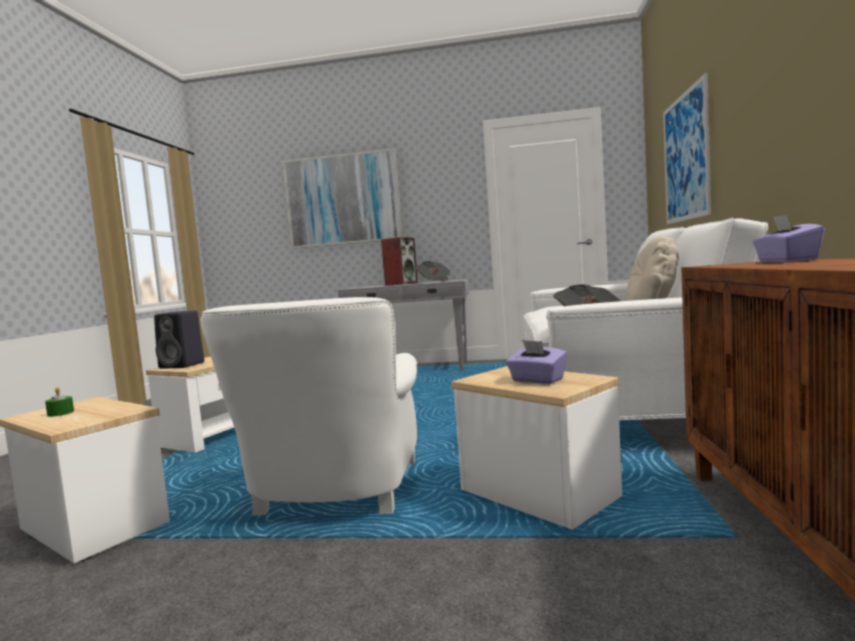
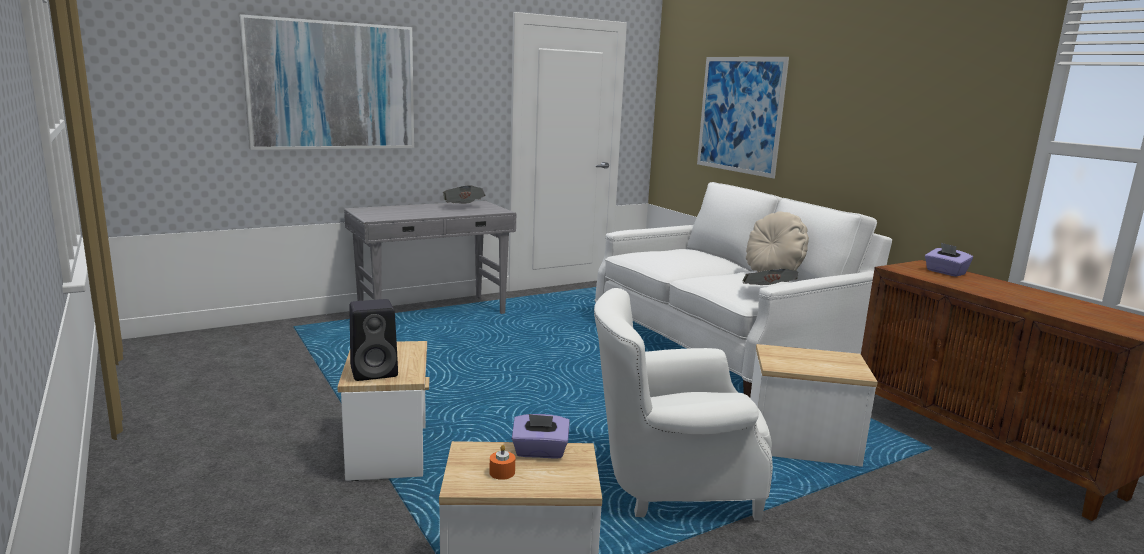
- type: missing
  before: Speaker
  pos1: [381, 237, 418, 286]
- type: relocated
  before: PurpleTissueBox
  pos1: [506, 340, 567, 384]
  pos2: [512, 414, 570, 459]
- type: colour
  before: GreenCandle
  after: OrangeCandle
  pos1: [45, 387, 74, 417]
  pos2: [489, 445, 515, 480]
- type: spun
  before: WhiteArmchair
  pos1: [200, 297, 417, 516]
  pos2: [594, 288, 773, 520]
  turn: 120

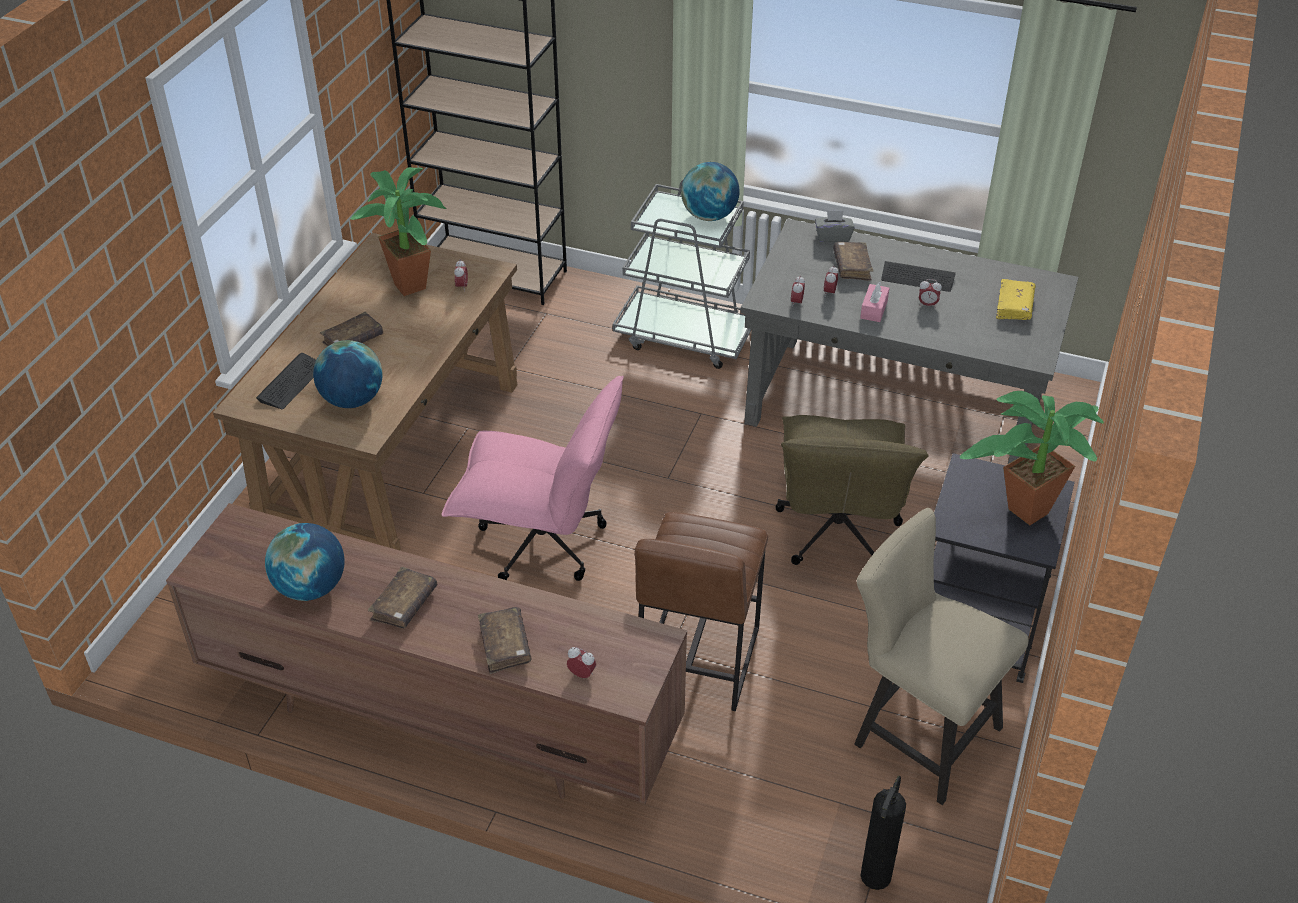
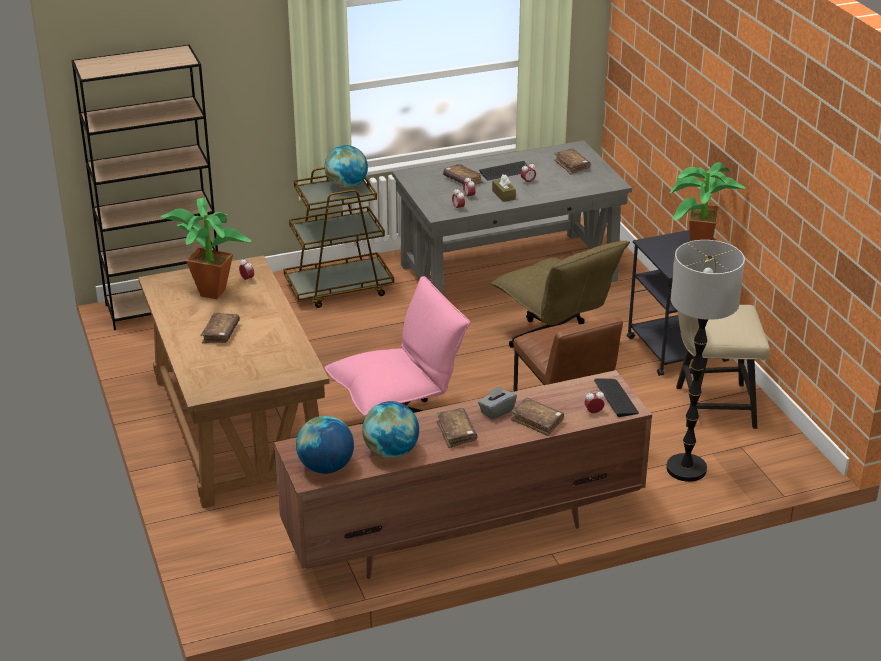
- type: missing
  before: FireExtinguisher
  pos1: [861, 776, 906, 890]
- type: appeared
  after: FloorLamp
  pos2: [666, 240, 745, 482]
- type: relocated
  before: Keyboard
  pos1: [256, 353, 316, 409]
  pos2: [594, 378, 639, 417]
- type: relocated
  before: Globe
  pos1: [313, 340, 383, 408]
  pos2: [296, 416, 354, 474]
- type: relocated
  before: GreyTissueBox
  pos1: [815, 210, 855, 242]
  pos2: [478, 385, 517, 420]
- type: colour
  before: GreyCart
  after: BrownCart
  pos1: [613, 179, 752, 369]
  pos2: [284, 167, 394, 308]
- type: colour
  before: PinkTissueBox
  after: BrownTissueBox
  pos1: [860, 281, 889, 322]
  pos2: [492, 174, 516, 202]
- type: colour
  before: YellowBook
  after: BrownBook
  pos1: [996, 279, 1035, 320]
  pos2: [554, 148, 591, 175]

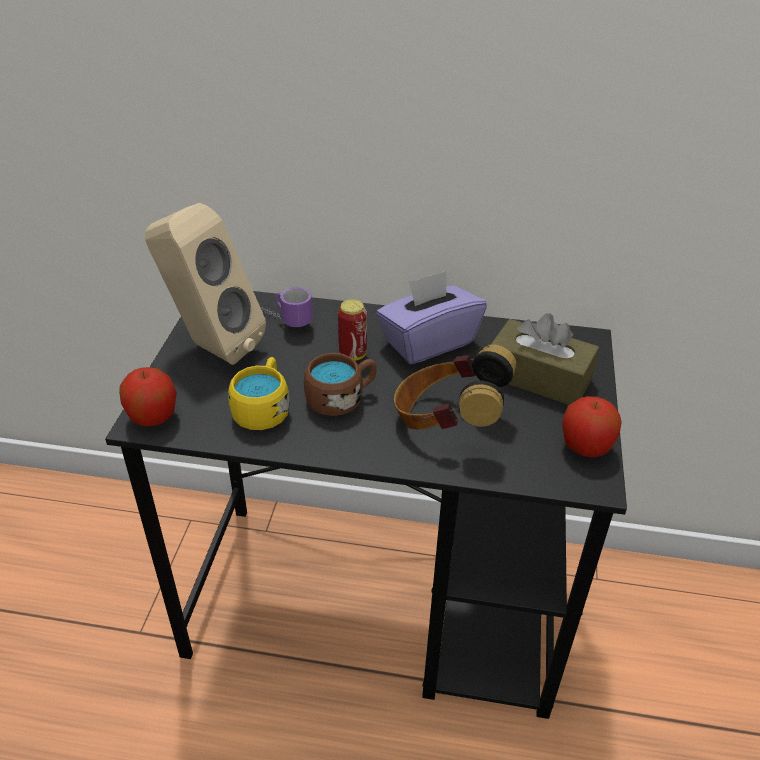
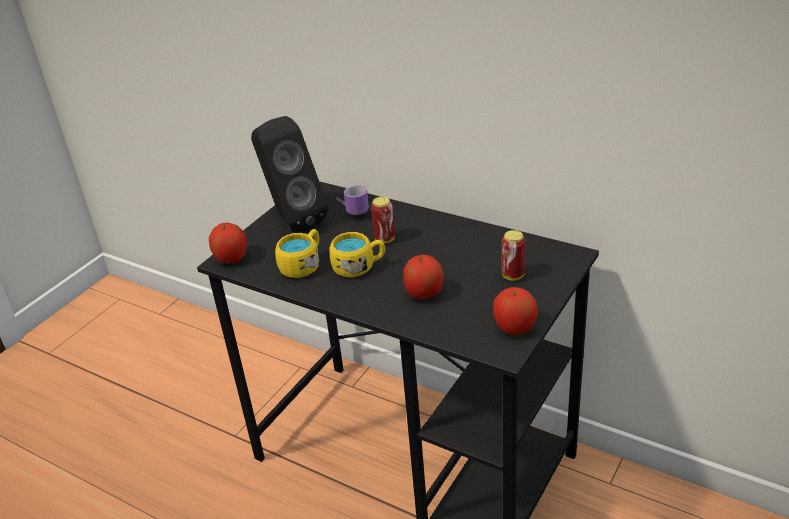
- type: missing
  before: PurpleTissueBox
  pos1: [377, 271, 487, 364]
- type: exchanged
  before: Headphones
  after: Apple
  pos1: [394, 344, 517, 430]
  pos2: [403, 255, 444, 299]
- type: exchanged
  before: BrownTissueBox
  after: Can
  pos1: [490, 313, 600, 405]
  pos2: [502, 230, 525, 281]
- type: colour
  before: BeigeSpeaker
  after: BlackSpeaker
  pos1: [145, 203, 266, 365]
  pos2: [251, 116, 328, 233]
- type: colour
  before: BrownMug
  after: YellowMug
  pos1: [304, 353, 377, 416]
  pos2: [329, 232, 385, 277]

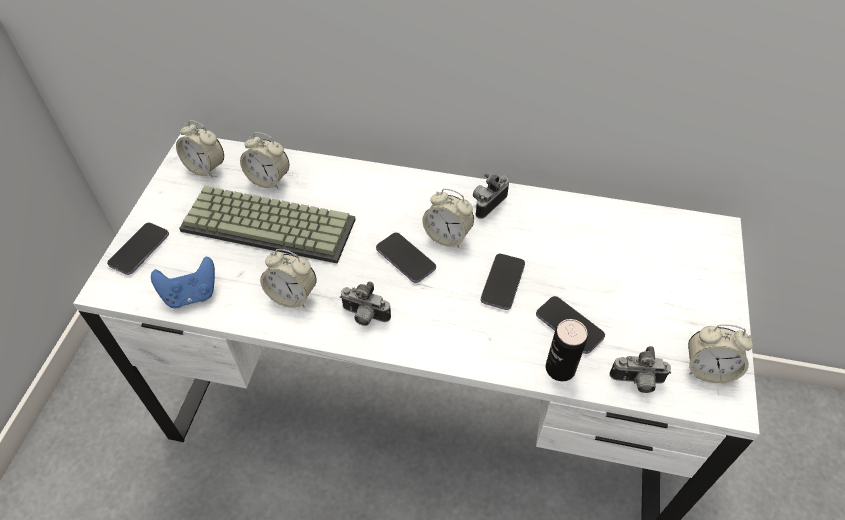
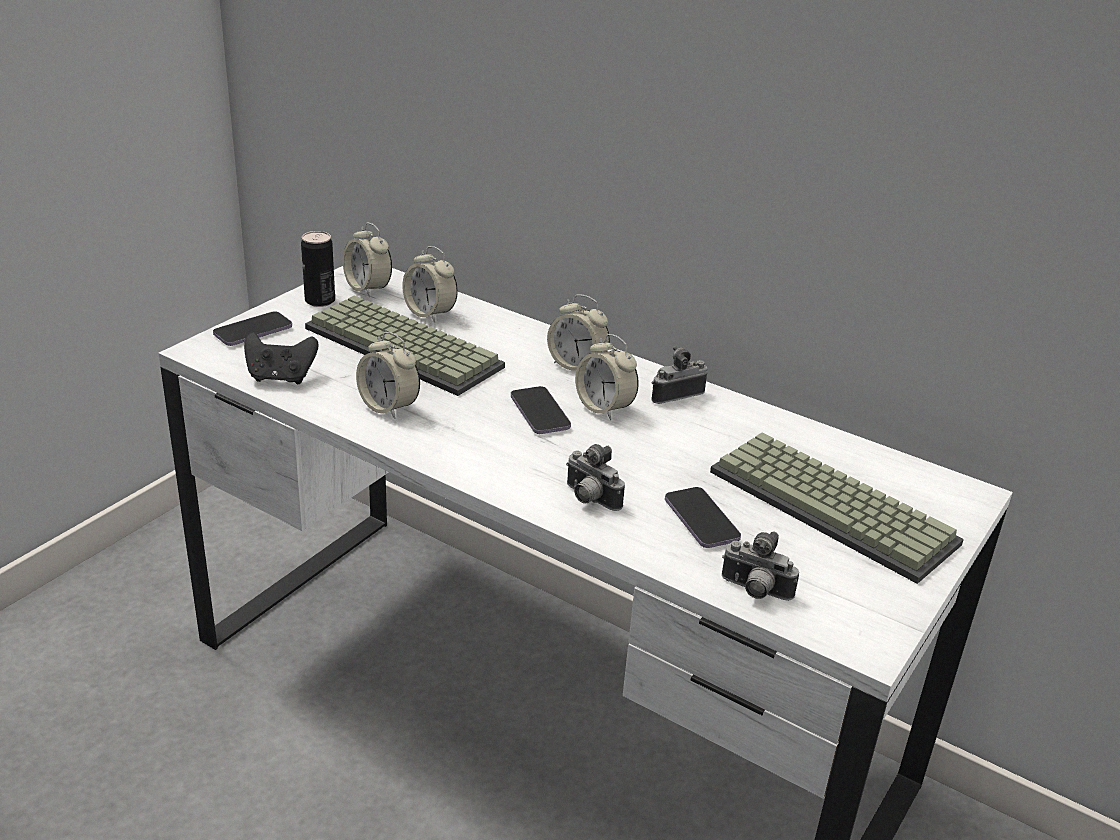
- type: missing
  before: Phone
  pos1: [481, 254, 525, 310]
- type: appeared
  after: Keyboard
  pos2: [710, 433, 964, 584]
- type: relocated
  before: PhotoCamera
  pos1: [340, 282, 391, 326]
  pos2: [566, 444, 625, 511]
- type: relocated
  before: Can
  pos1: [546, 319, 587, 381]
  pos2: [301, 231, 335, 307]
- type: relocated
  before: AlarmClock
  pos1: [688, 324, 753, 383]
  pos2: [547, 294, 610, 371]
- type: colour
  before: BlueGameController
  after: BlackGameController
  pos1: [151, 257, 215, 308]
  pos2: [244, 332, 319, 385]

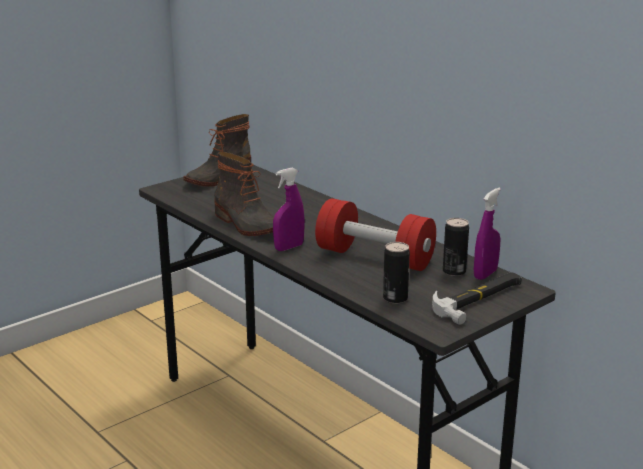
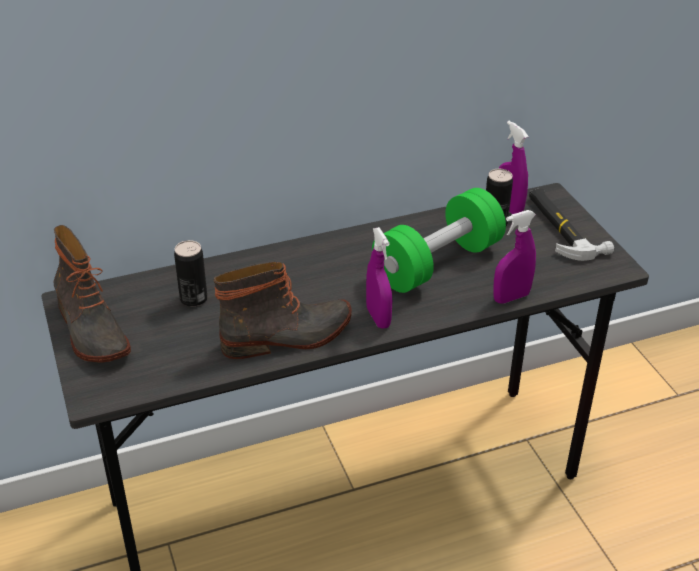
- type: appeared
  after: PurpleSprayBottle
  pos2: [493, 210, 536, 304]
- type: relocated
  before: Can
  pos1: [383, 242, 410, 304]
  pos2: [174, 240, 208, 307]
- type: colour
  before: RedDumbbell
  after: GreenDumbbell
  pos1: [315, 198, 436, 271]
  pos2: [372, 188, 506, 293]

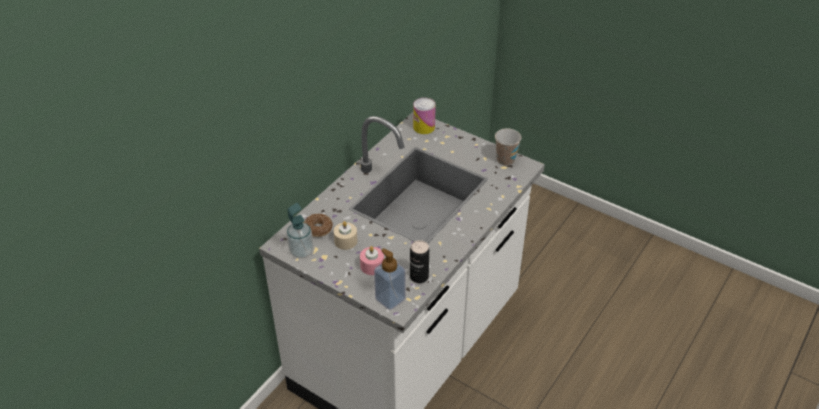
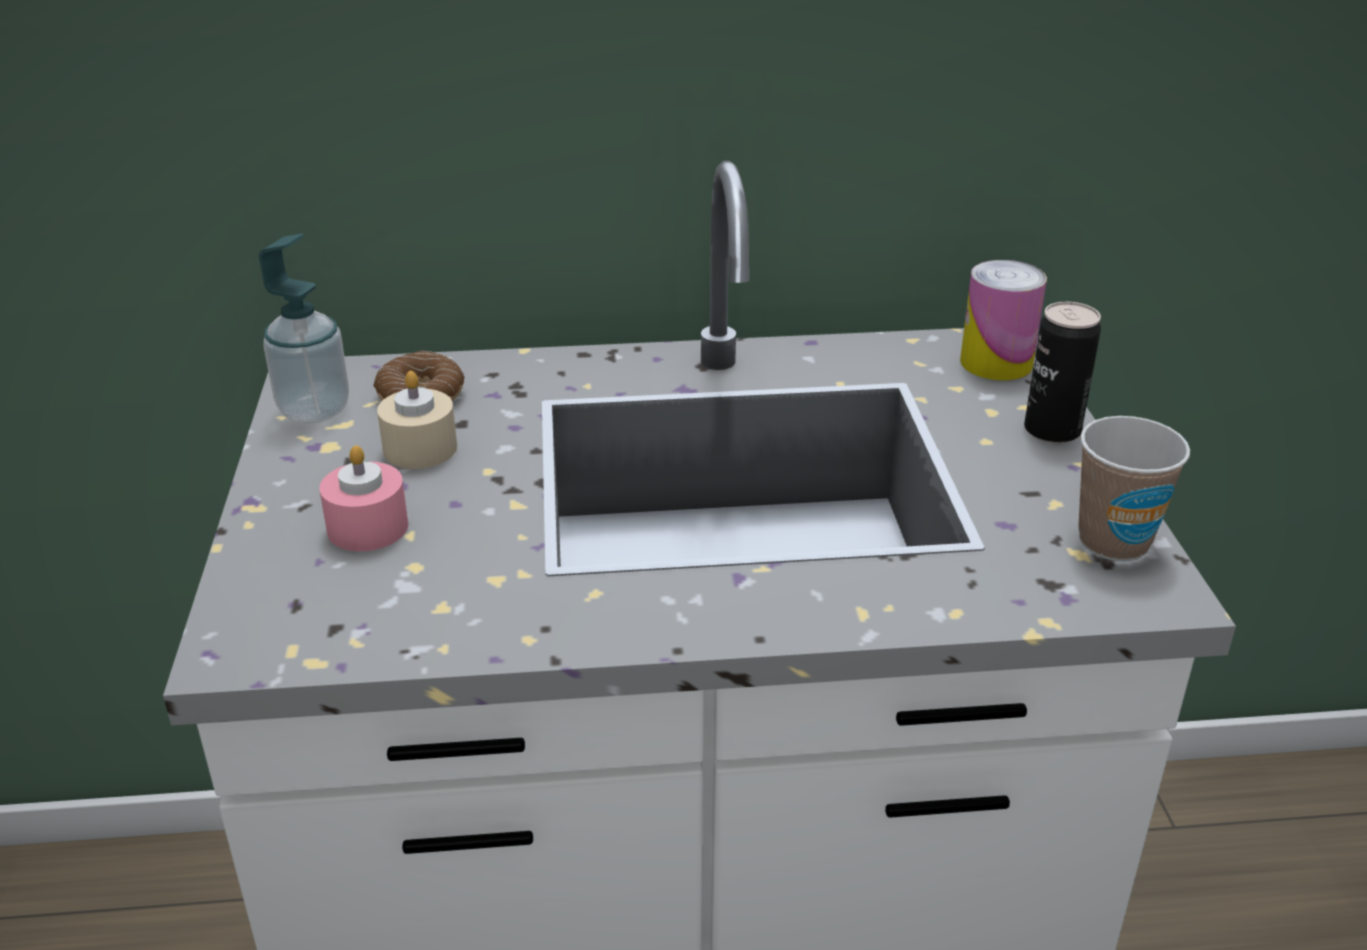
- type: missing
  before: SoapDispenser
  pos1: [374, 248, 405, 310]
- type: relocated
  before: Can
  pos1: [410, 240, 429, 283]
  pos2: [1024, 302, 1101, 443]

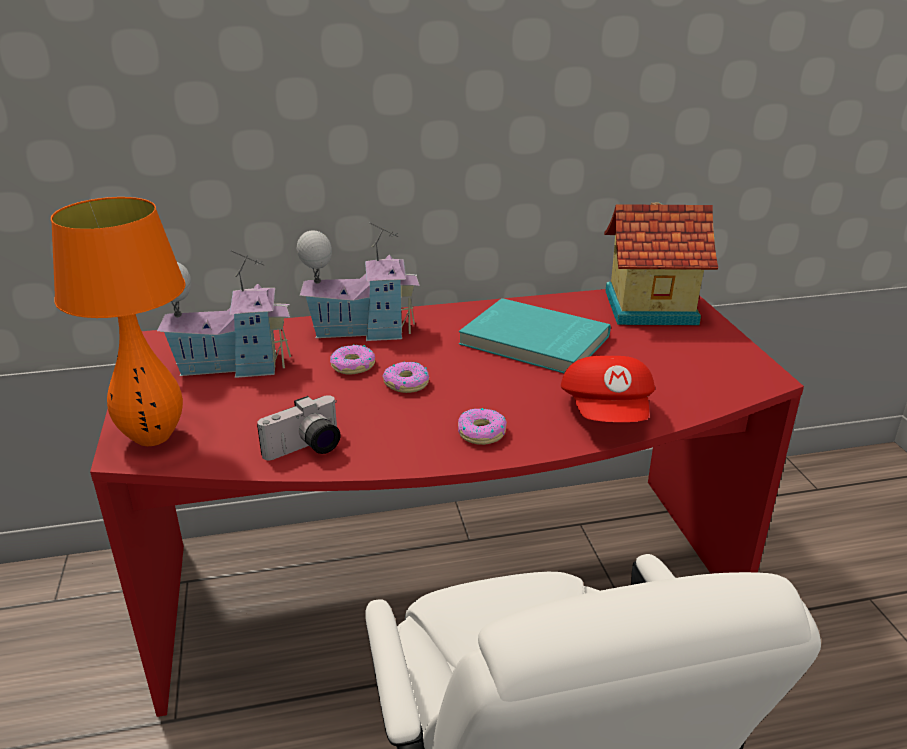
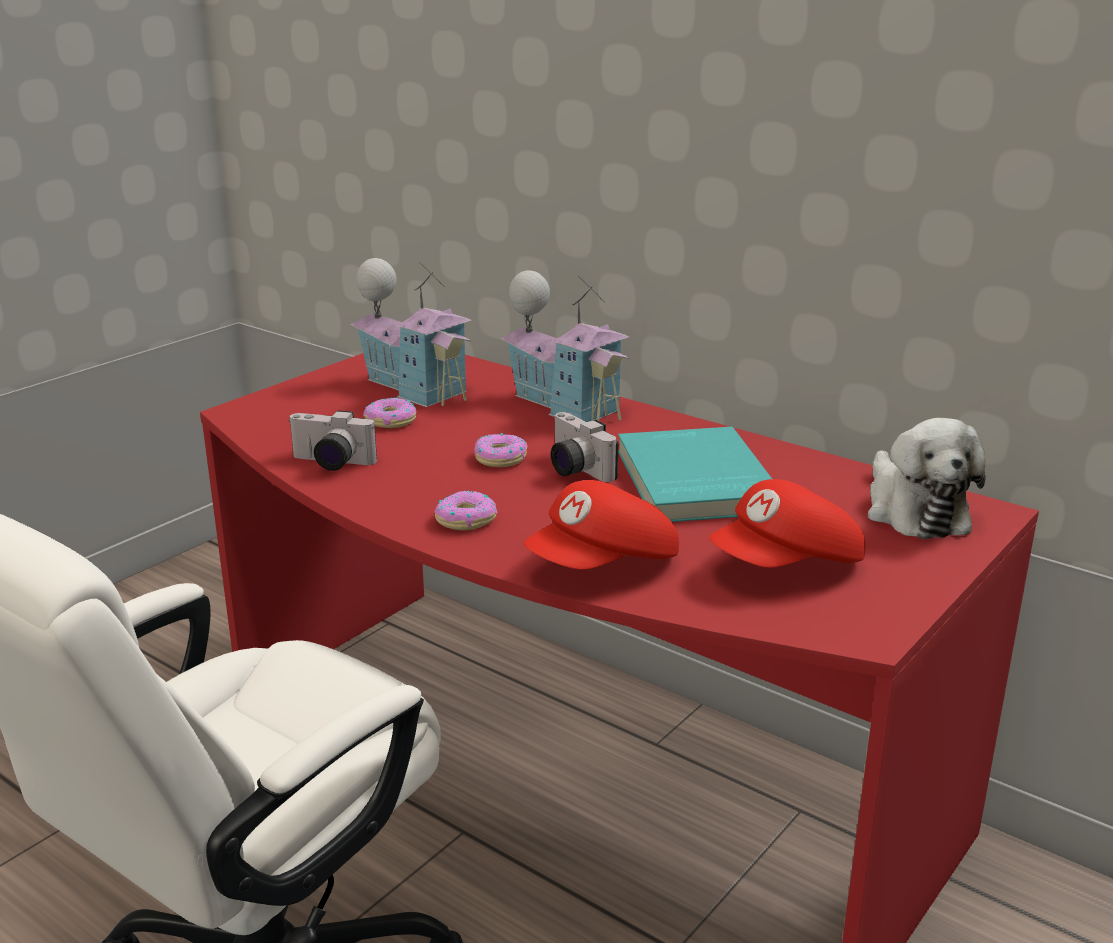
- type: missing
  before: OrangeTableLamp
  pos1: [51, 197, 186, 446]
- type: appeared
  after: PhotoCamera
  pos2: [551, 412, 618, 482]
- type: appeared
  after: RedCap
  pos2: [709, 479, 866, 568]
- type: relocated
  before: Donut
  pos1: [330, 345, 375, 375]
  pos2: [363, 397, 417, 428]
- type: exchanged
  before: ToyHouse
  after: PlushToy
  pos1: [604, 202, 718, 325]
  pos2: [868, 418, 986, 539]

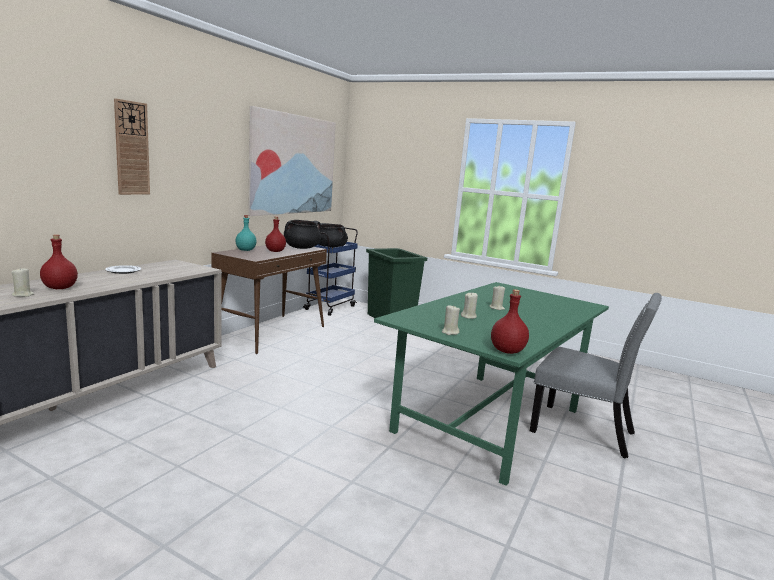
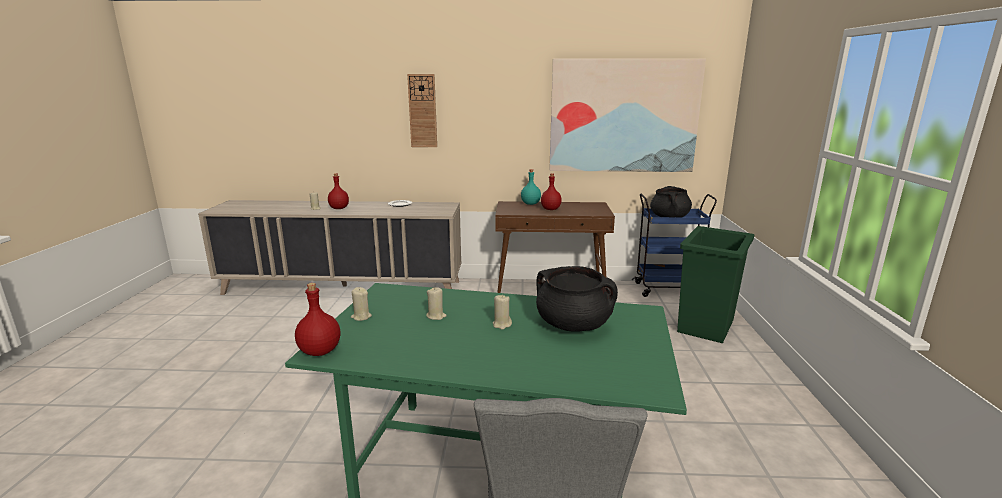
- type: relocated
  before: BlackCookingPot
  pos1: [284, 220, 321, 249]
  pos2: [536, 266, 618, 332]

